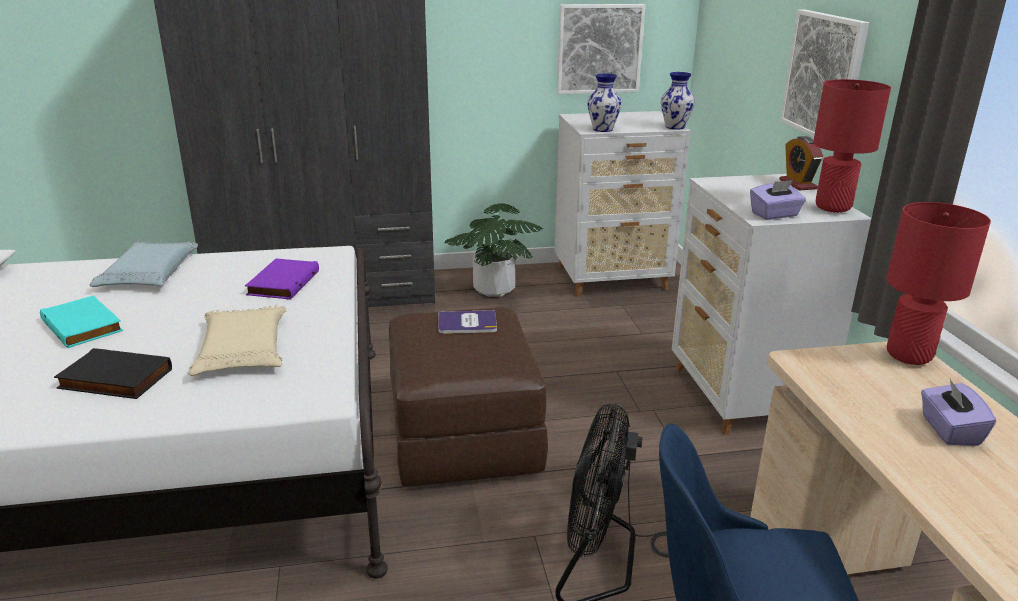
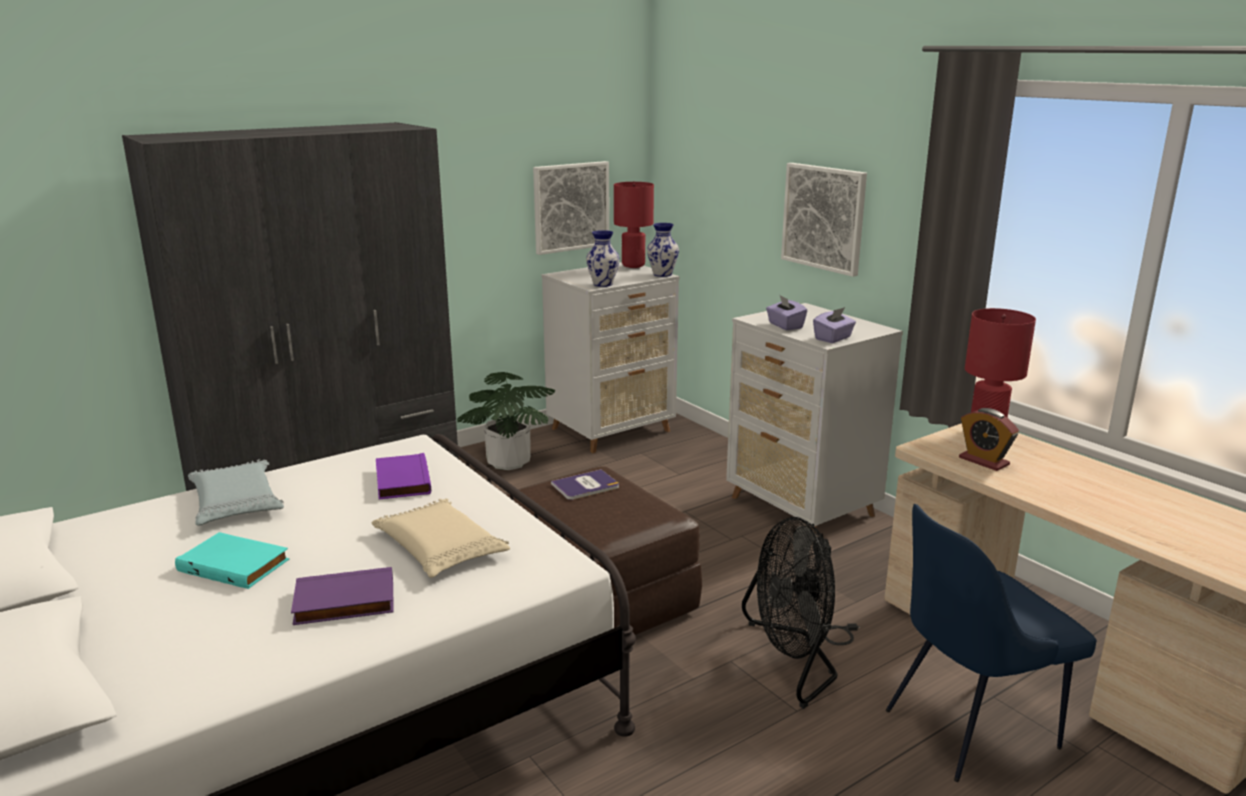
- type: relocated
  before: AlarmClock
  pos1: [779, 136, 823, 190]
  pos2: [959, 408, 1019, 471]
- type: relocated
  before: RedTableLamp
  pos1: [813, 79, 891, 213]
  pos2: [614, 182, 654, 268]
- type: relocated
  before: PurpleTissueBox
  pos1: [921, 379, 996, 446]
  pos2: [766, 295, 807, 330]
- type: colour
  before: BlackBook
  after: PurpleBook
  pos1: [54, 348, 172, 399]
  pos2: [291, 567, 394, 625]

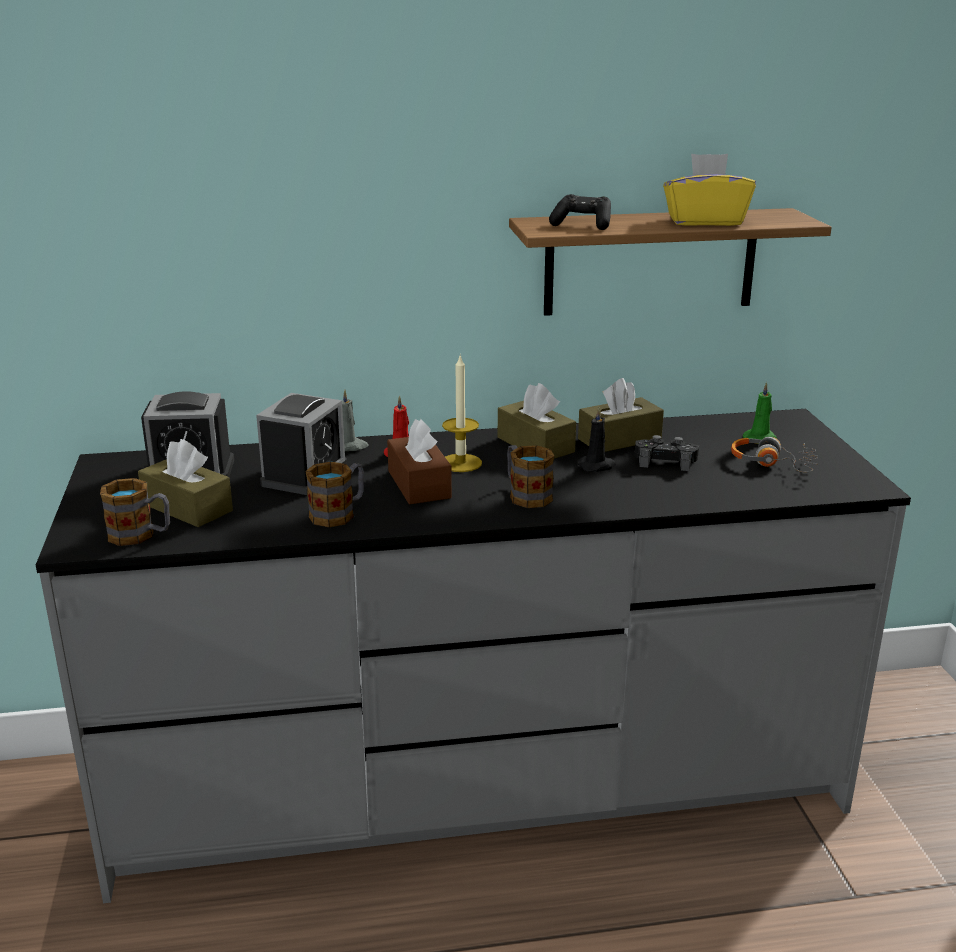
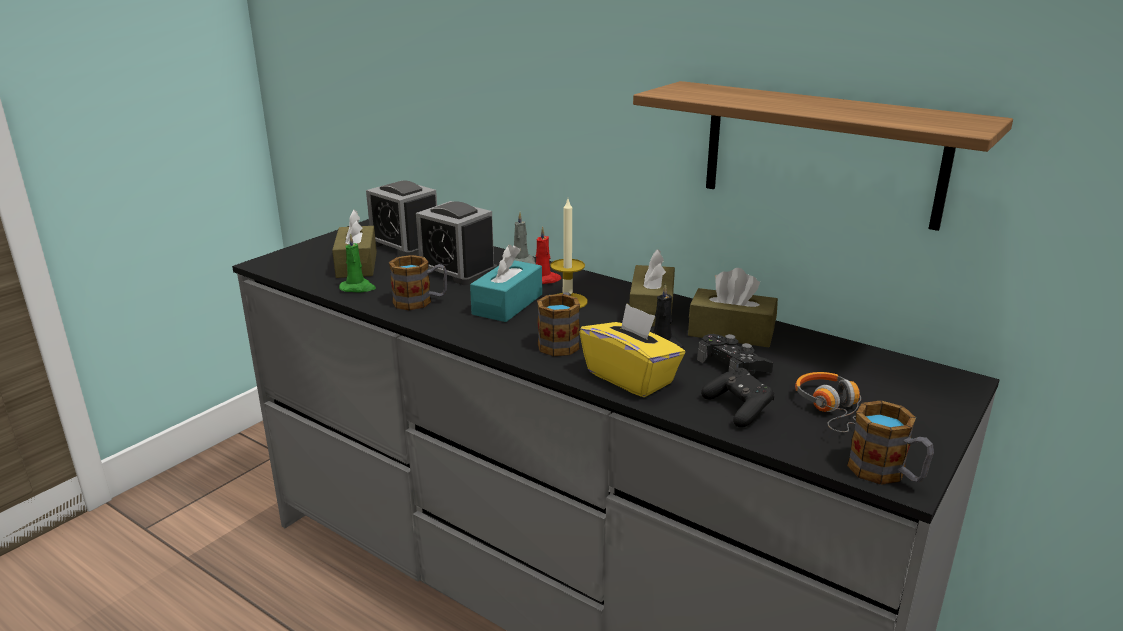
- type: relocated
  before: Mug
  pos1: [100, 478, 170, 546]
  pos2: [847, 400, 934, 485]
- type: relocated
  before: BlackGameController
  pos1: [549, 194, 611, 230]
  pos2: [701, 368, 774, 428]
- type: relocated
  before: YellowTissueBox
  pos1: [663, 154, 756, 226]
  pos2: [579, 303, 685, 397]
- type: relocated
  before: GreenCandle
  pos1: [742, 382, 777, 444]
  pos2: [339, 233, 376, 292]
- type: colour
  before: BrownTissueBox
  after: TurquoiseTissueBox
  pos1: [387, 419, 452, 504]
  pos2: [470, 245, 542, 322]
- type: spun
  before: AlarmClock
  pos1: [256, 393, 347, 495]
  pos2: [416, 201, 497, 285]
  turn: 60

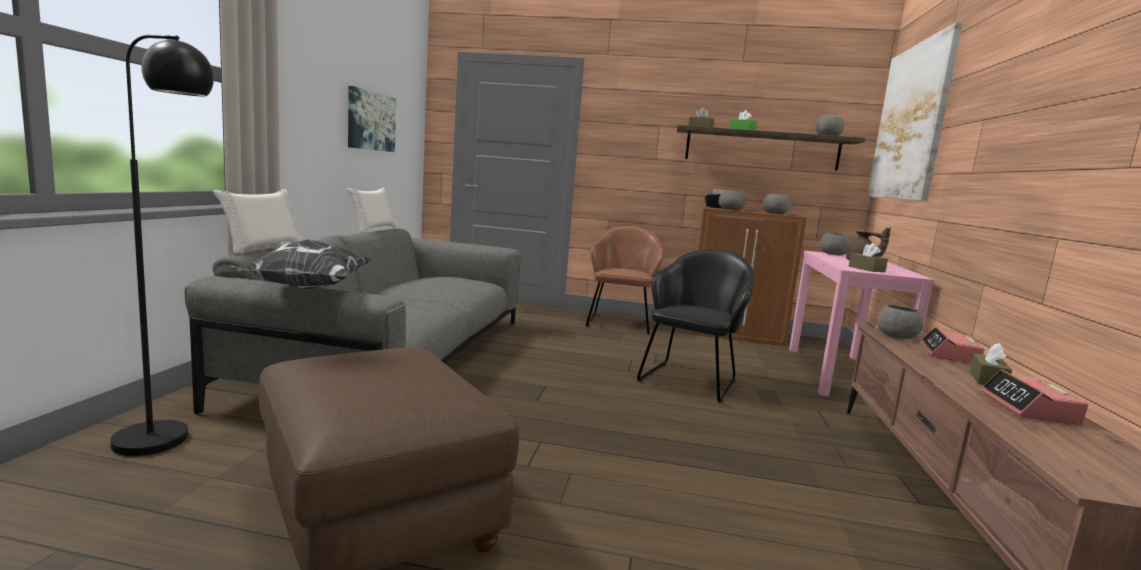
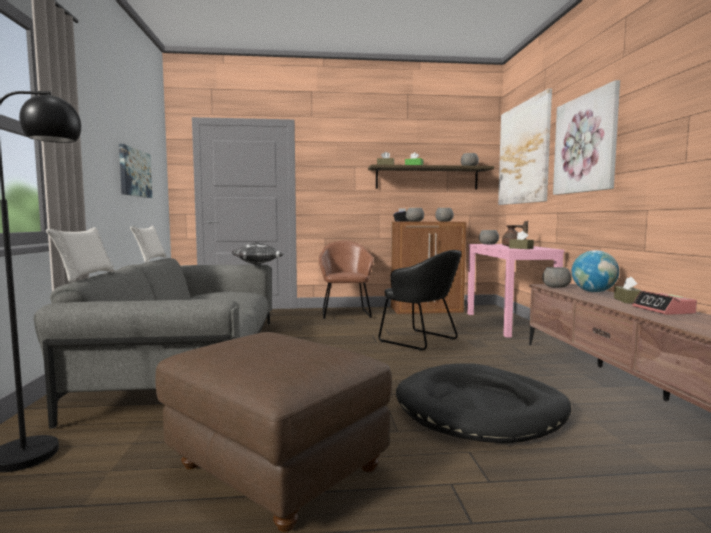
- type: appeared
  after: BlackDogBed
  pos2: [396, 363, 571, 443]
- type: appeared
  after: Picture
  pos2: [553, 80, 620, 195]
- type: relocated
  before: Pillow
  pos1: [226, 239, 371, 289]
  pos2: [231, 242, 284, 265]
- type: exchanged
  before: AlarmClock
  after: Globe
  pos1: [920, 327, 985, 363]
  pos2: [572, 250, 619, 292]
- type: spun
  before: BlackArmchair
  pos1: [637, 249, 754, 403]
  pos2: [379, 250, 461, 351]
  turn: 120

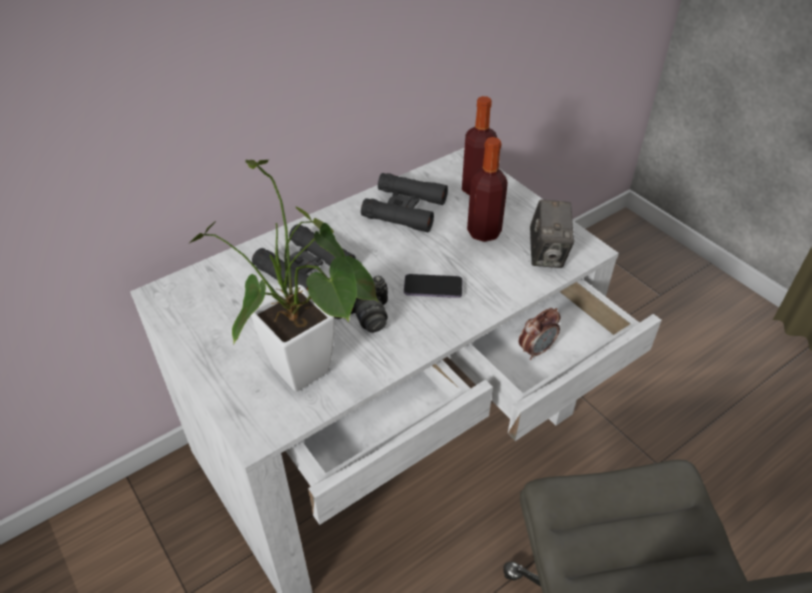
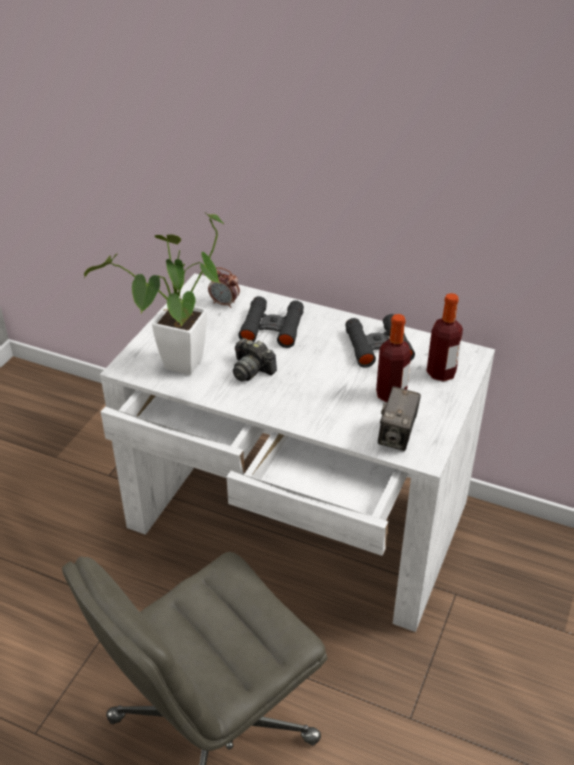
- type: missing
  before: Phone
  pos1: [404, 274, 462, 298]
- type: relocated
  before: AlarmClock
  pos1: [519, 308, 561, 360]
  pos2: [208, 267, 240, 308]
- type: spun
  before: PhotoCamera
  pos1: [530, 199, 574, 268]
  pos2: [378, 386, 421, 451]
  turn: -45

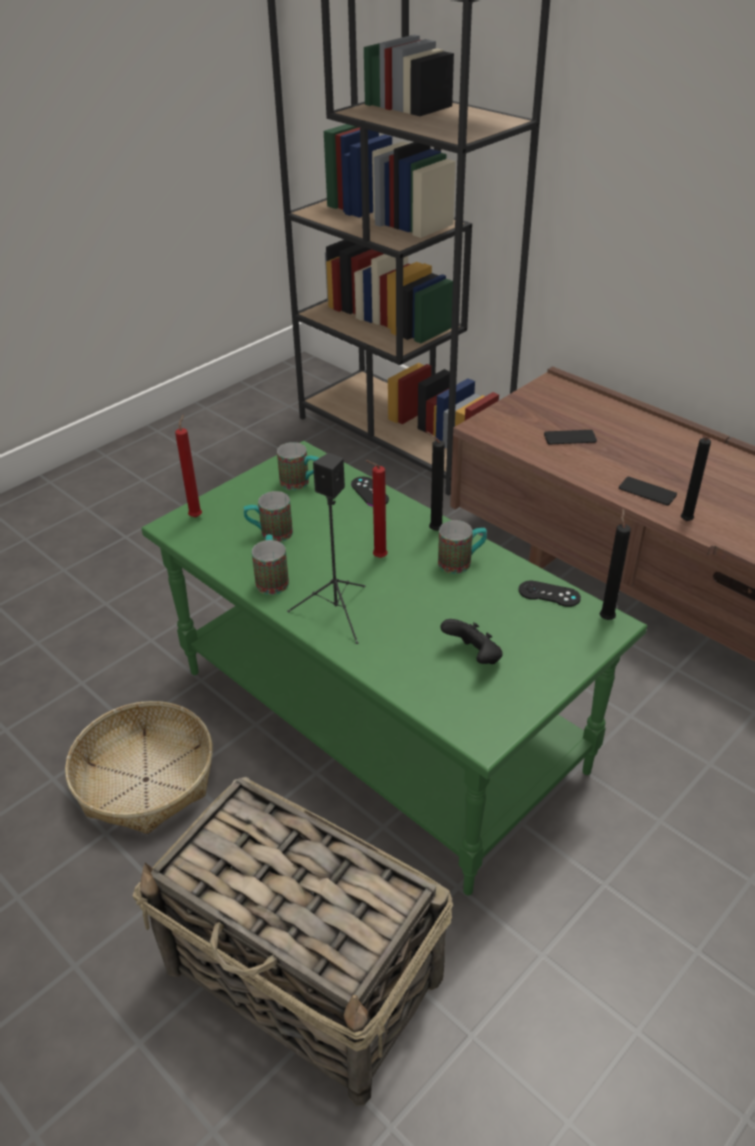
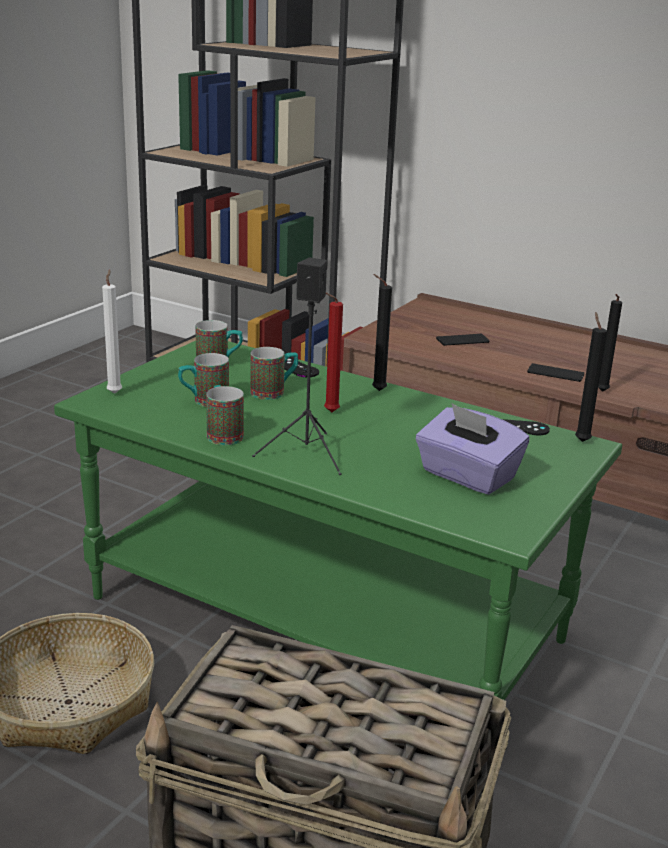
- type: relocated
  before: Mug
  pos1: [438, 520, 487, 574]
  pos2: [250, 347, 298, 400]
- type: exchanged
  before: BlackGameController
  after: PurpleTissueBox
  pos1: [440, 619, 503, 664]
  pos2: [416, 403, 529, 495]
- type: colour
  before: RedCandle
  after: WhiteCandle
  pos1: [175, 415, 202, 517]
  pos2: [102, 270, 122, 394]

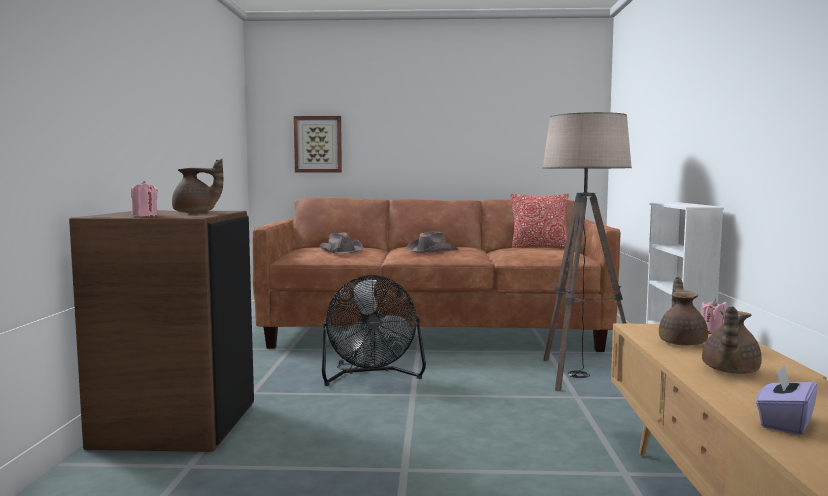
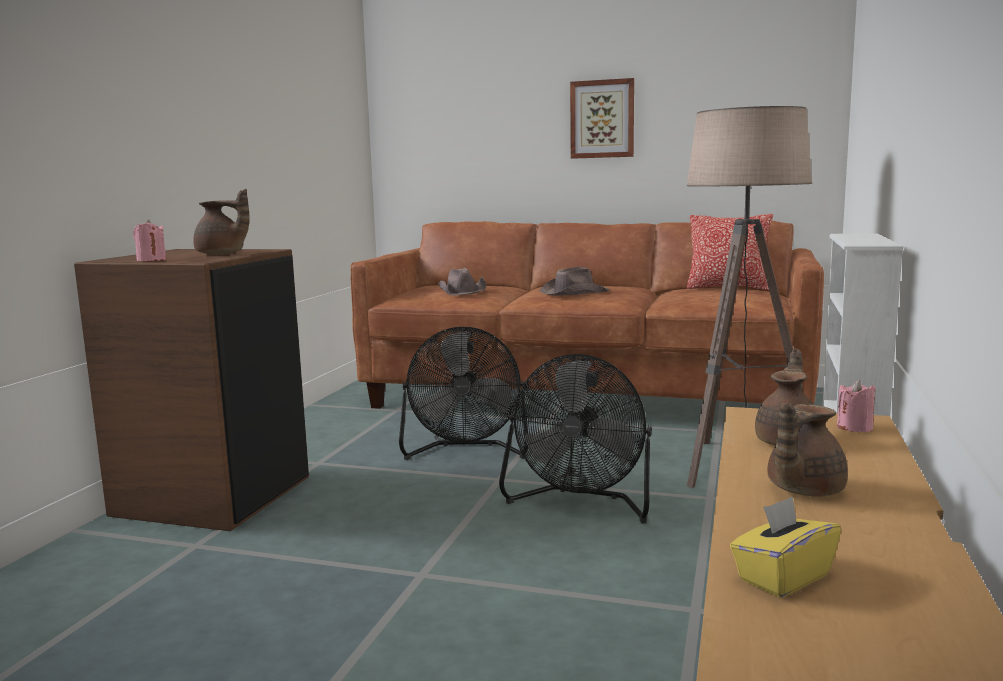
- type: appeared
  after: BlackFan
  pos2: [499, 354, 652, 524]
- type: relocated
  before: Picture
  pos1: [294, 116, 342, 172]
  pos2: [570, 78, 634, 159]
- type: colour
  before: PurpleTissueBox
  after: YellowTissueBox
  pos1: [756, 365, 818, 435]
  pos2: [730, 497, 841, 598]

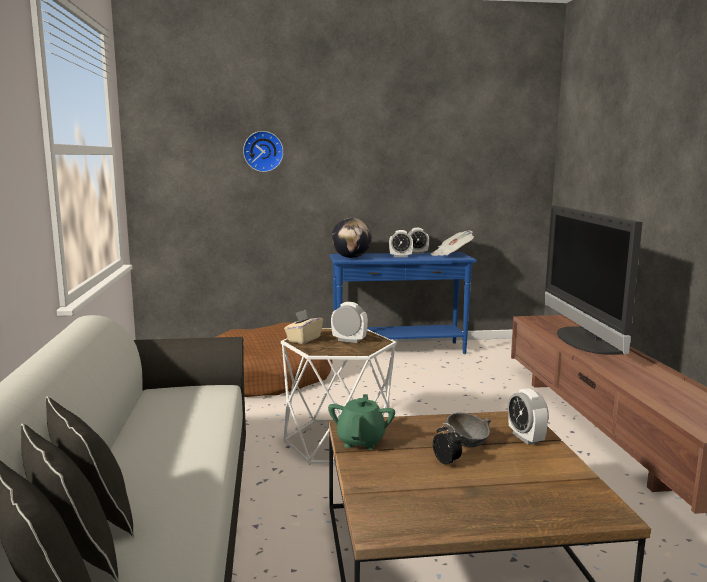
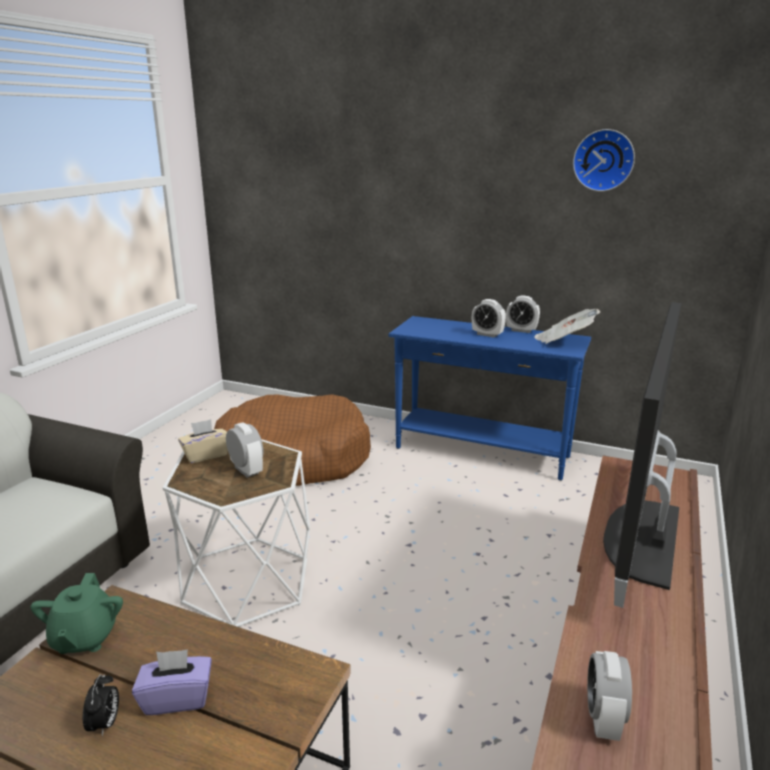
- type: missing
  before: Globe
  pos1: [331, 218, 372, 258]
- type: relocated
  before: WallClock
  pos1: [243, 131, 284, 172]
  pos2: [573, 129, 635, 192]
- type: relocated
  before: AlarmClock
  pos1: [508, 388, 549, 445]
  pos2: [587, 651, 632, 741]
- type: exchanged
  before: GreyBowl
  after: PurpleTissueBox
  pos1: [446, 413, 491, 448]
  pos2: [132, 649, 212, 715]
- type: spun
  before: GreenTeapot
  pos1: [328, 394, 395, 450]
  pos2: [30, 573, 123, 654]
  turn: 135

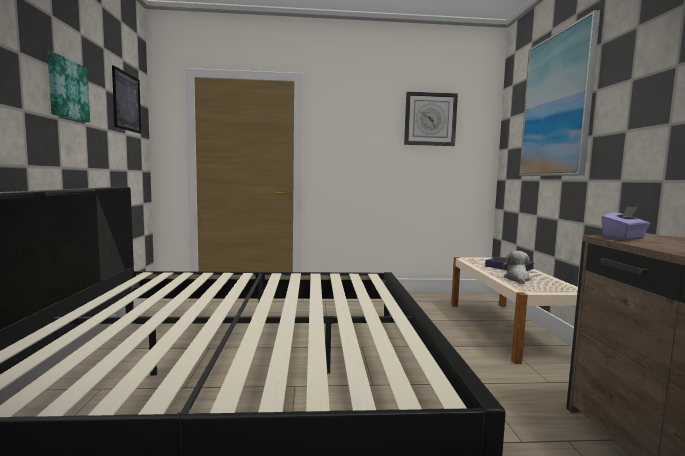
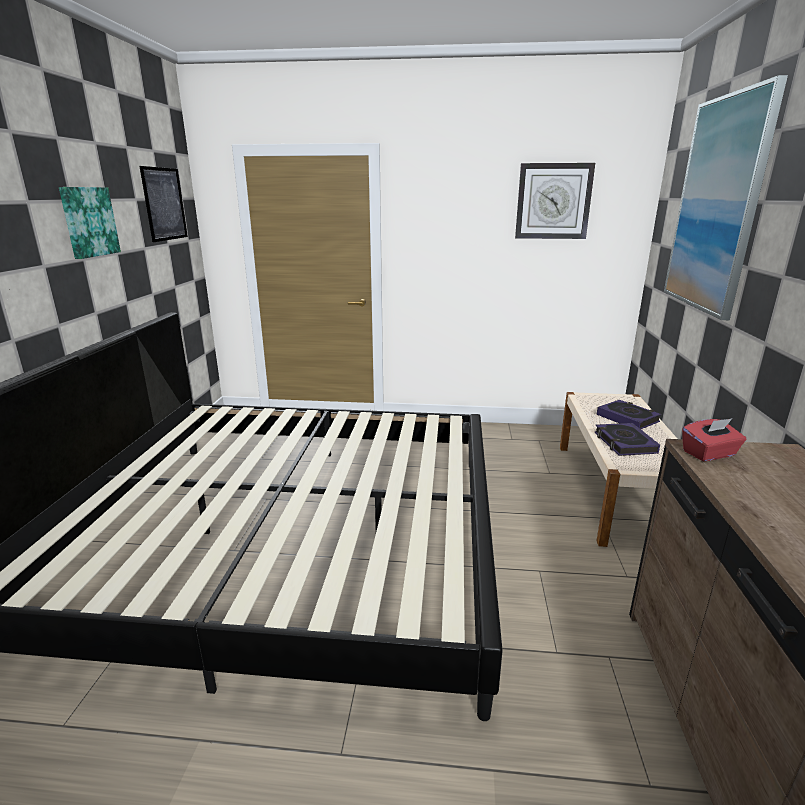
- type: exchanged
  before: PlushToy
  after: Book
  pos1: [502, 251, 532, 284]
  pos2: [595, 423, 660, 456]
- type: colour
  before: PurpleTissueBox
  after: RedTissueBox
  pos1: [601, 207, 650, 241]
  pos2: [682, 418, 746, 461]

